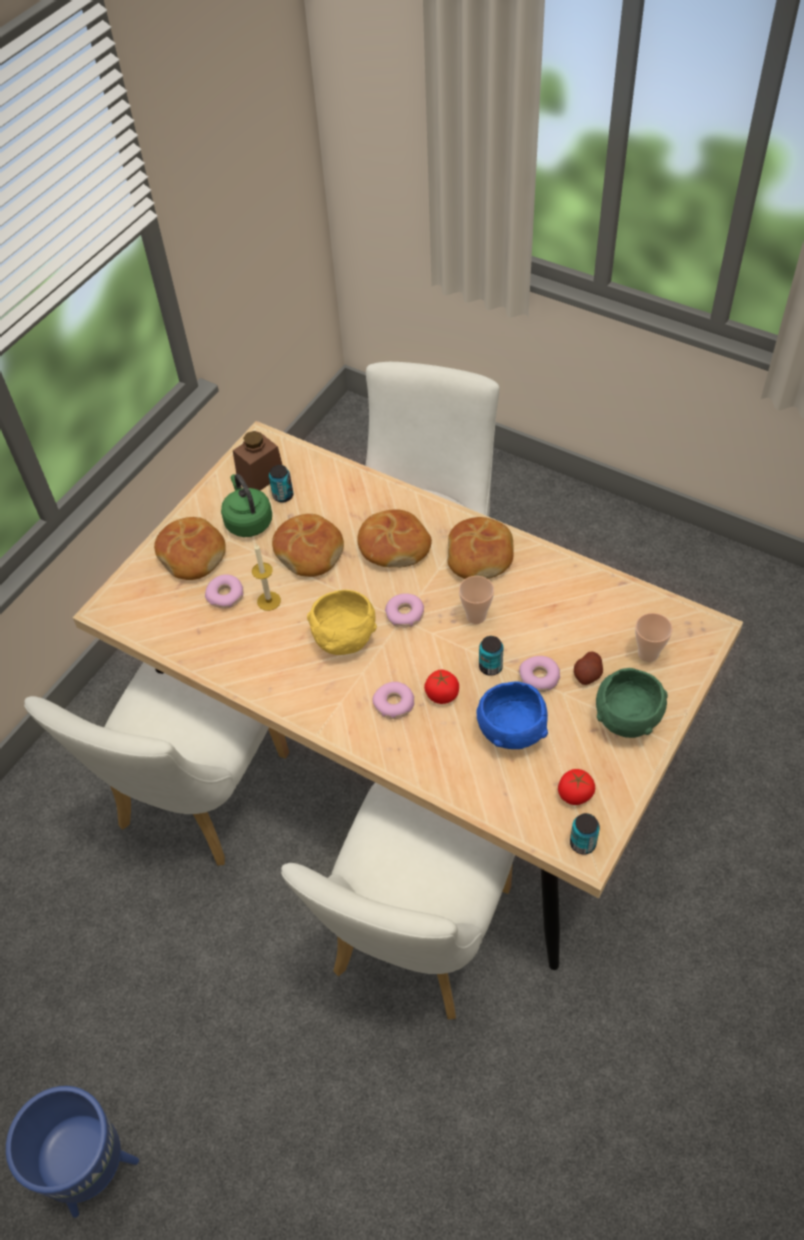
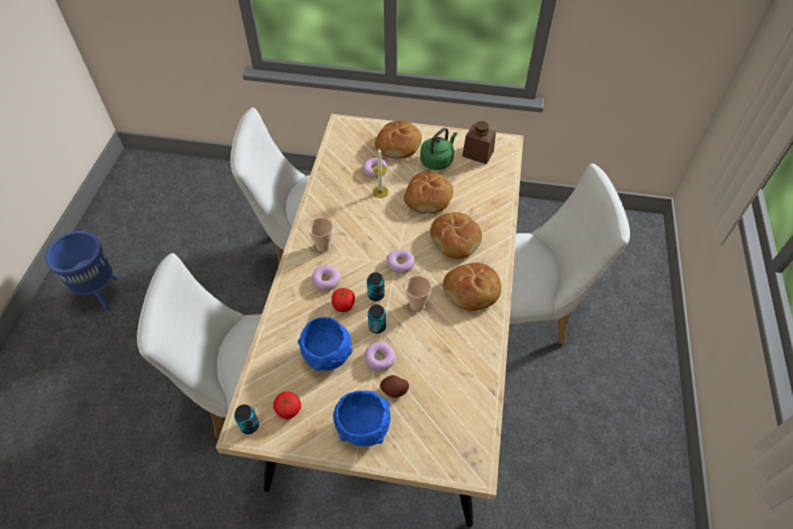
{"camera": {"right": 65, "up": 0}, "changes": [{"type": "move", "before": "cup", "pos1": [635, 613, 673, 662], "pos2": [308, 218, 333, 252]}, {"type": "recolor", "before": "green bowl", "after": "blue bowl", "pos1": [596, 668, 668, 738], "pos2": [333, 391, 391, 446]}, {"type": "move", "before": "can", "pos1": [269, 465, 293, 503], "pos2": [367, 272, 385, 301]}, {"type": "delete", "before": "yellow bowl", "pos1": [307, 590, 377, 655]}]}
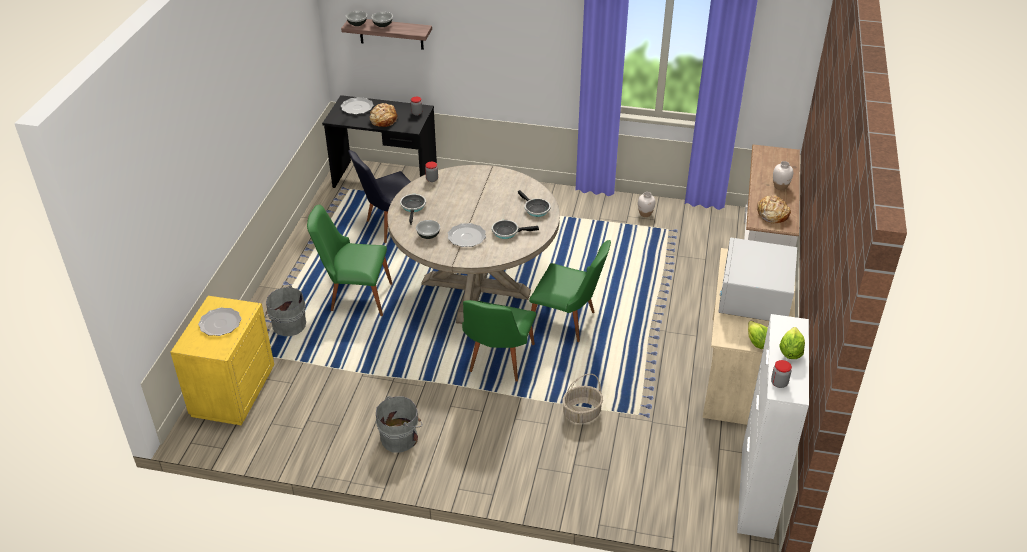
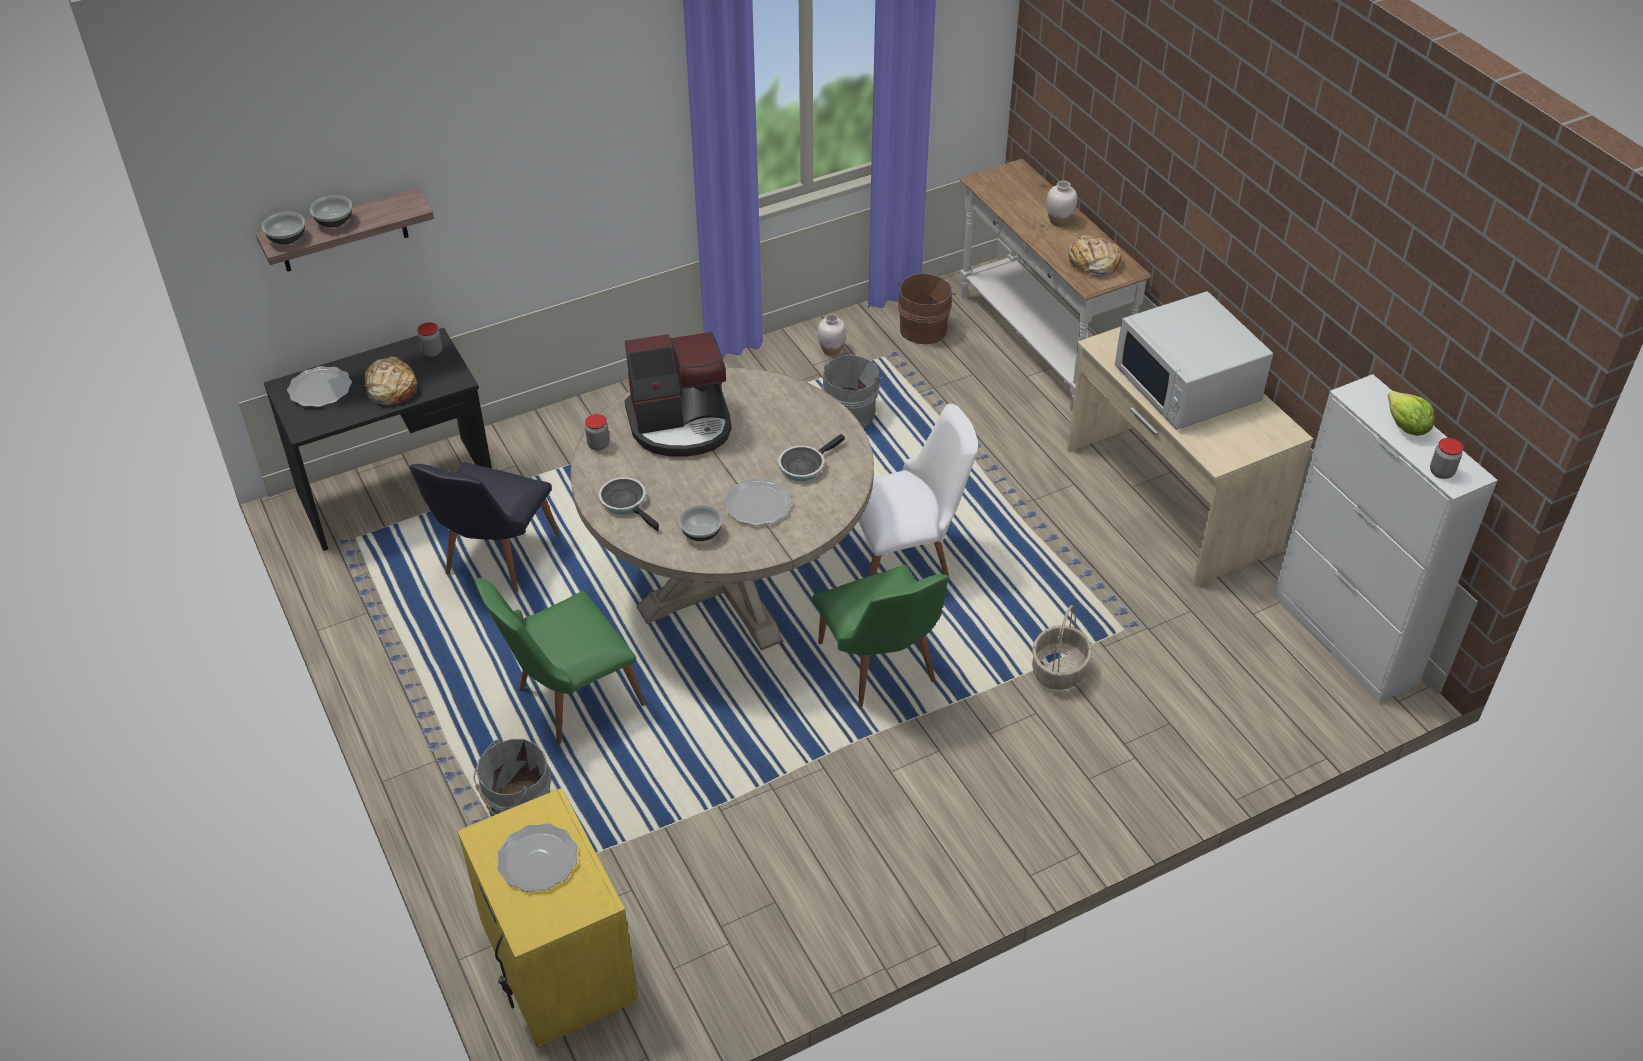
{"camera": {"right": -40, "up": 5}, "changes": [{"type": "insert", "after": "coffee machine", "pos2": [624, 332, 732, 457]}, {"type": "move", "before": "grey bucket", "pos1": [376, 396, 423, 453], "pos2": [822, 355, 884, 428]}, {"type": "recolor", "before": "green chair", "after": "white chair", "pos1": [529, 240, 611, 342], "pos2": [839, 404, 978, 576]}, {"type": "insert", "after": "brown bucket", "pos2": [898, 273, 956, 344]}, {"type": "delete", "before": "frying pan", "pos1": [518, 190, 550, 217]}, {"type": "delete", "before": "lettuce", "pos1": [748, 321, 768, 349]}]}
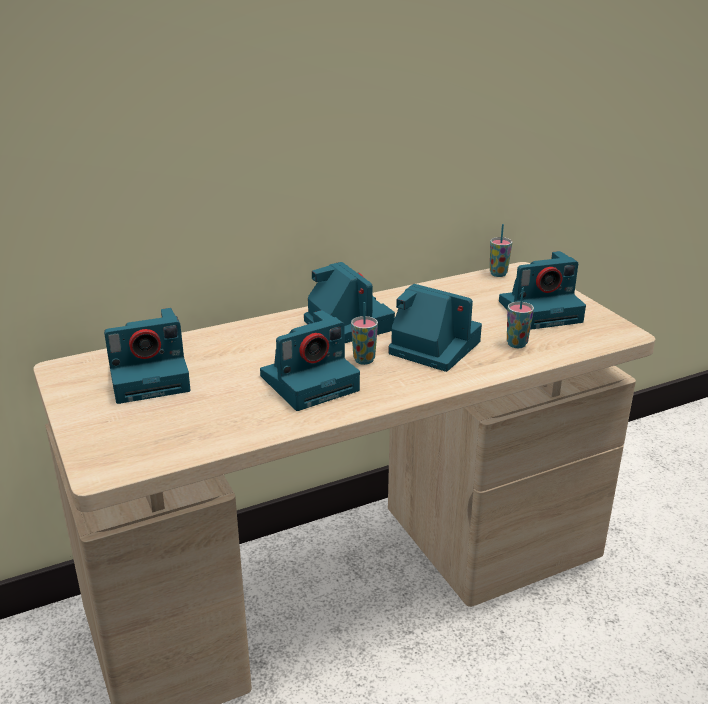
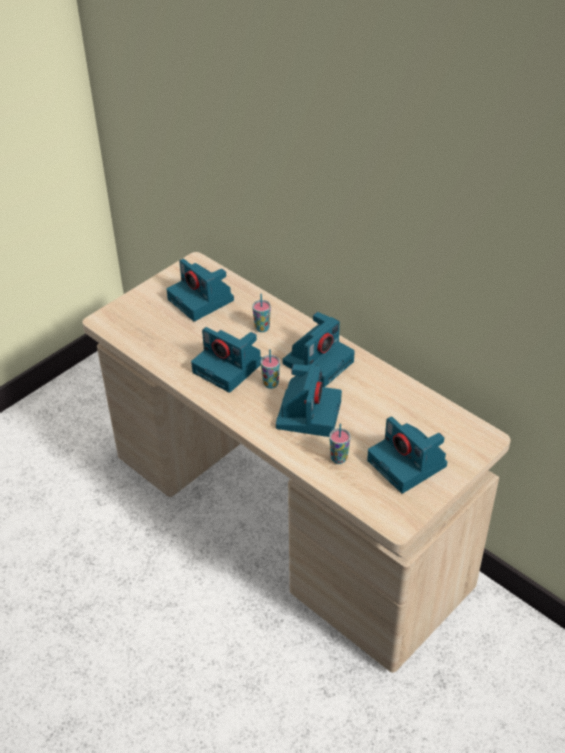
{"camera": {"right": 70, "up": 15}, "changes": [{"type": "move", "before": "cup", "pos1": [490, 224, 512, 277], "pos2": [252, 294, 271, 332]}]}
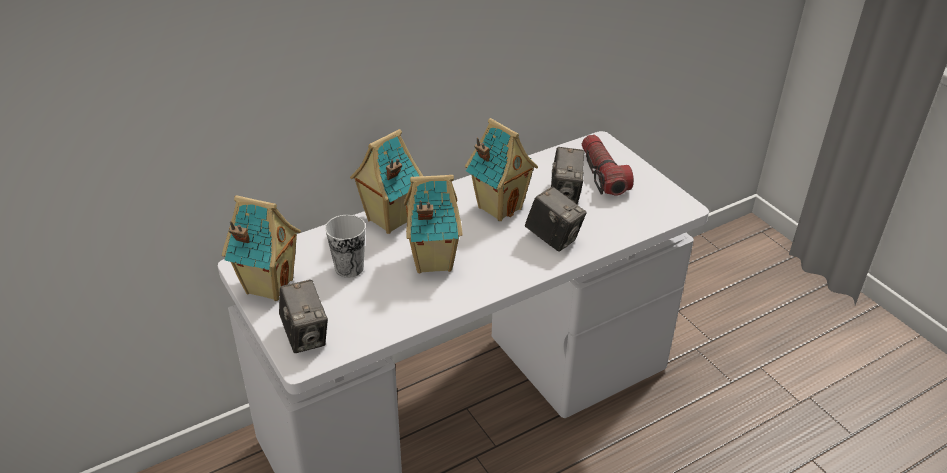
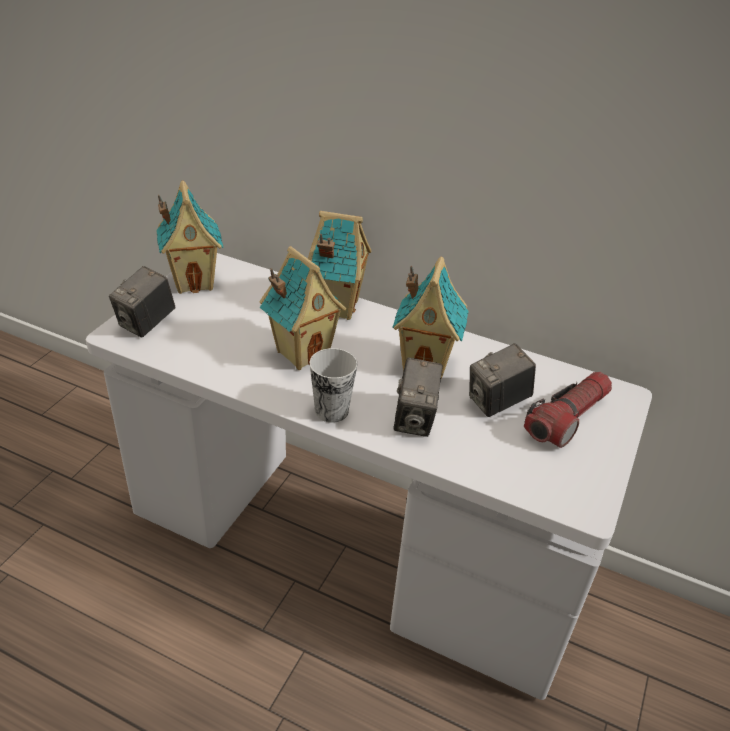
{"camera": {"right": 55, "up": 0}, "changes": [{"type": "move", "before": "cup", "pos1": [325, 215, 365, 278], "pos2": [310, 348, 357, 423]}]}
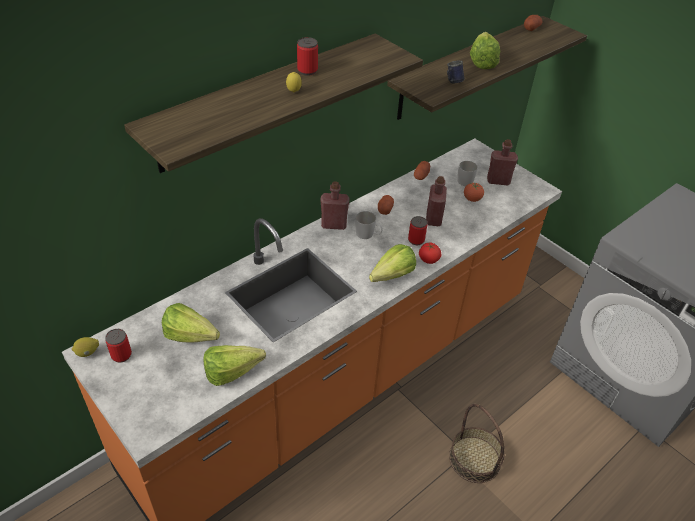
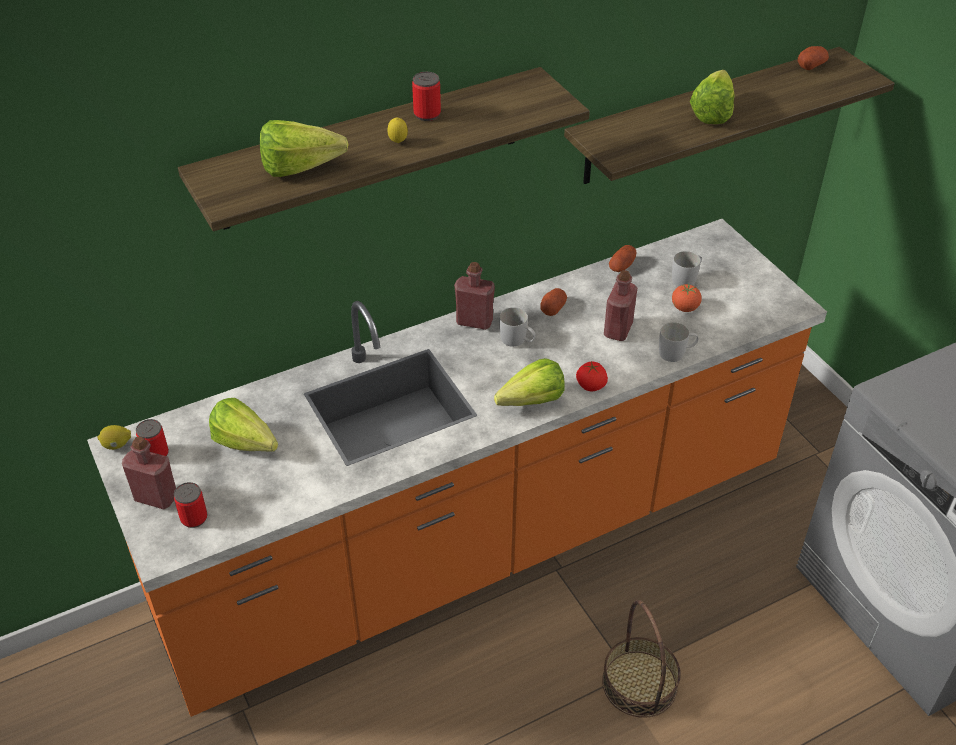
{"camera": {"right": 15, "up": 0}, "changes": [{"type": "move", "before": "red bottle", "pos1": [487, 139, 518, 185], "pos2": [122, 436, 176, 509]}, {"type": "move", "before": "can", "pos1": [408, 216, 427, 245], "pos2": [174, 482, 207, 528]}, {"type": "move", "before": "lettuce", "pos1": [203, 345, 266, 386], "pos2": [260, 120, 349, 177]}, {"type": "insert", "after": "white mug", "pos2": [659, 322, 698, 362]}, {"type": "delete", "before": "blue mug", "pos1": [447, 61, 465, 83]}]}
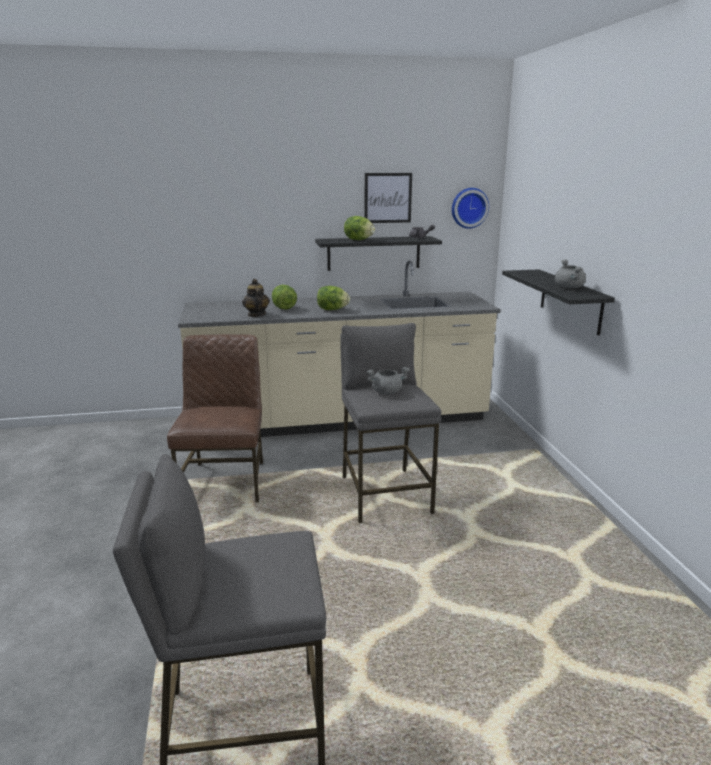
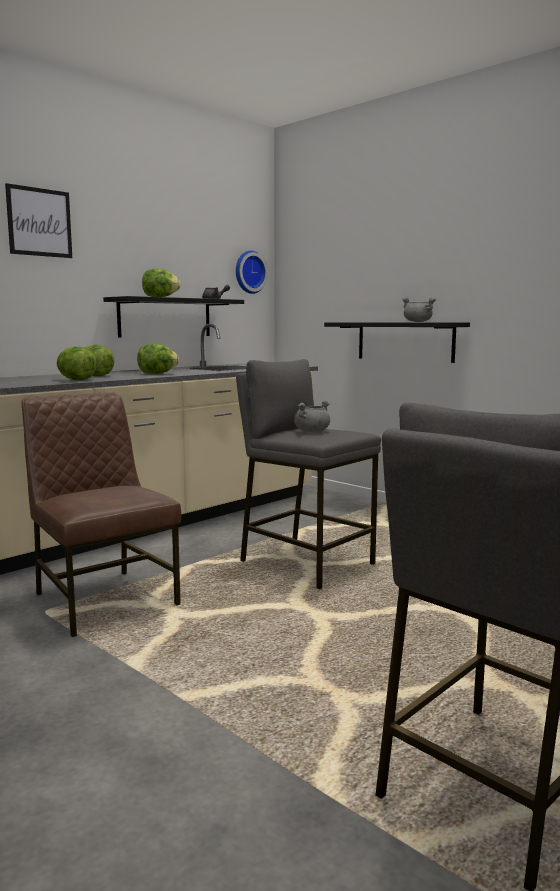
{"camera": {"right": -35, "up": -10}, "changes": [{"type": "move", "before": "picture", "pos1": [364, 173, 412, 223], "pos2": [5, 183, 72, 258]}, {"type": "replace", "before": "teapot", "after": "lettuce", "pos1": [242, 279, 270, 317], "pos2": [56, 346, 97, 381]}]}
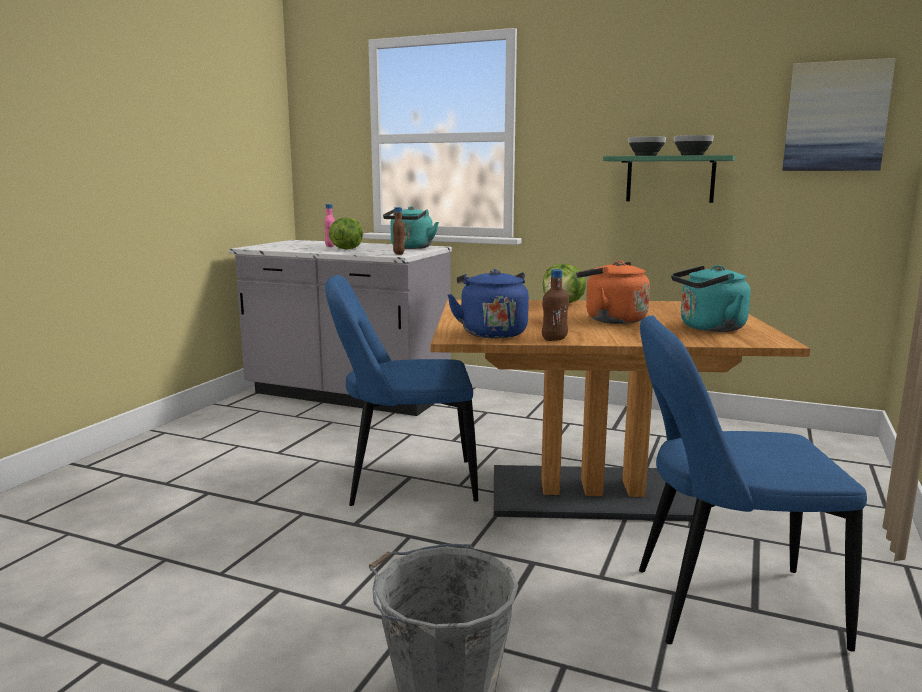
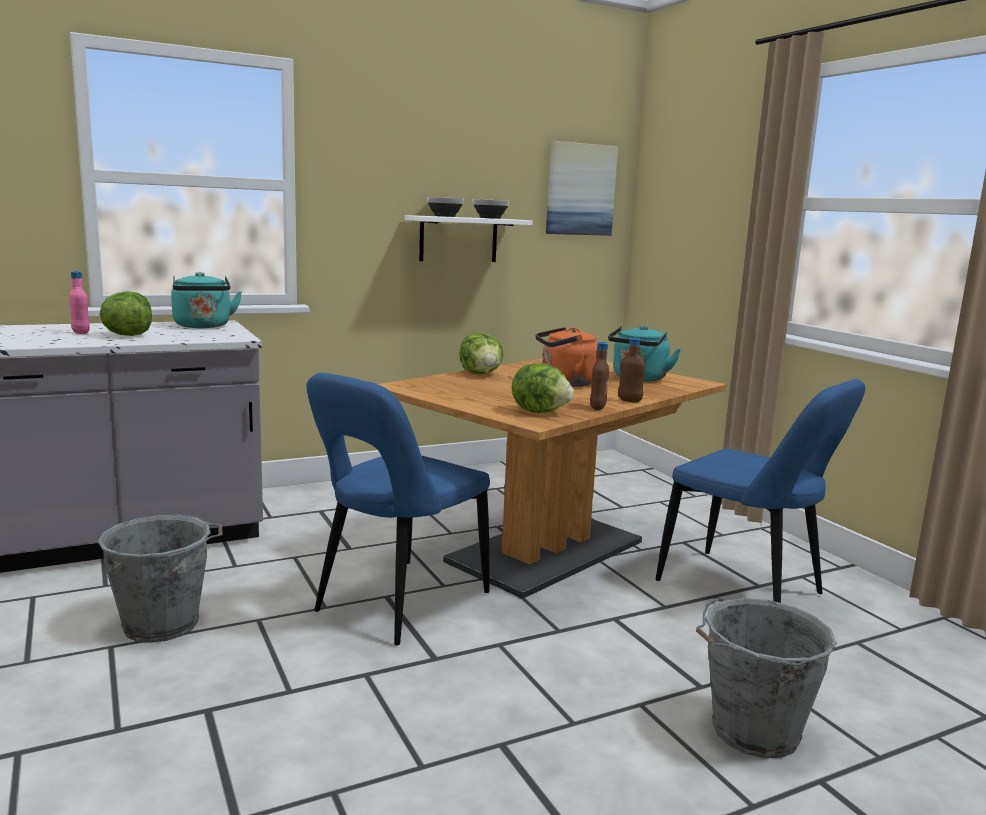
{"camera": {"right": -50, "up": 0}, "changes": [{"type": "insert", "after": "grey bucket", "pos2": [98, 513, 223, 643]}, {"type": "recolor", "before": "green shelf", "after": "white shelf", "pos1": [603, 155, 735, 203], "pos2": [404, 215, 533, 262]}, {"type": "replace", "before": "blue kettle", "after": "lettuce", "pos1": [447, 269, 529, 338], "pos2": [512, 363, 574, 413]}, {"type": "move", "before": "brown bottle", "pos1": [393, 207, 405, 255], "pos2": [618, 338, 646, 403]}, {"type": "rotate", "before": "blue chair", "pos1": [639, 315, 867, 652], "pos2": [656, 379, 865, 603], "turn": -90}]}
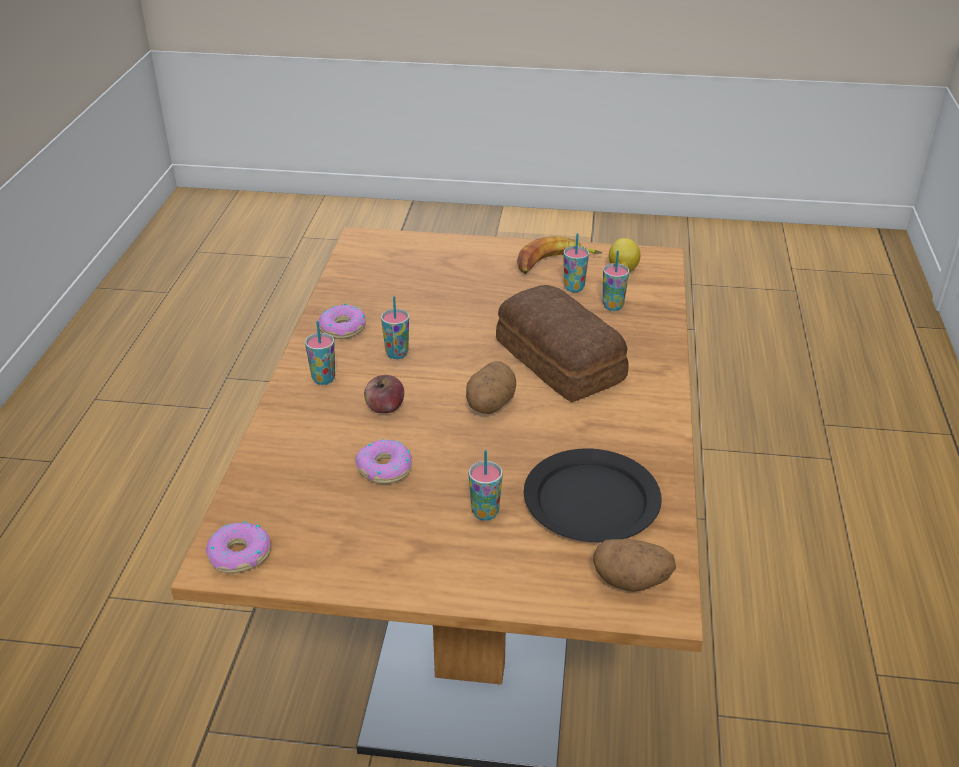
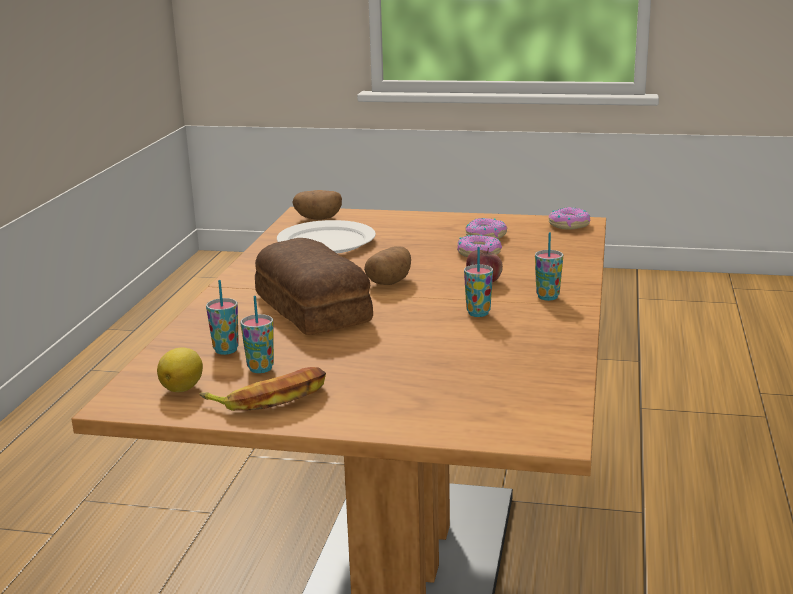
{"camera": {"right": -175, "up": -15}, "changes": [{"type": "recolor", "before": "black plate", "after": "white plate", "pos1": [524, 448, 662, 542], "pos2": [277, 220, 376, 254]}, {"type": "move", "before": "donut", "pos1": [318, 304, 366, 339], "pos2": [466, 218, 508, 239]}, {"type": "delete", "before": "cup", "pos1": [469, 450, 503, 521]}]}
